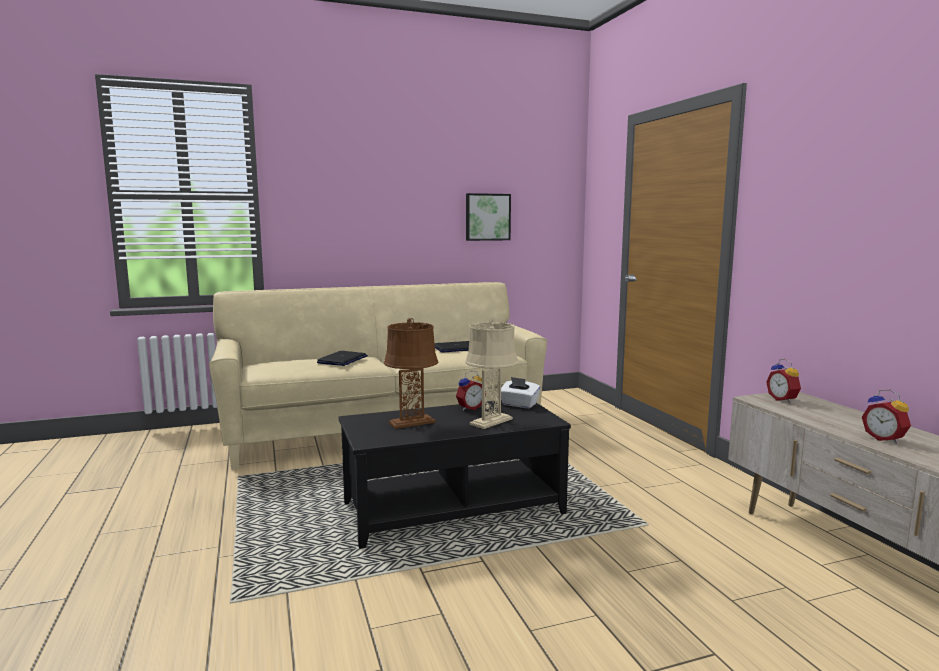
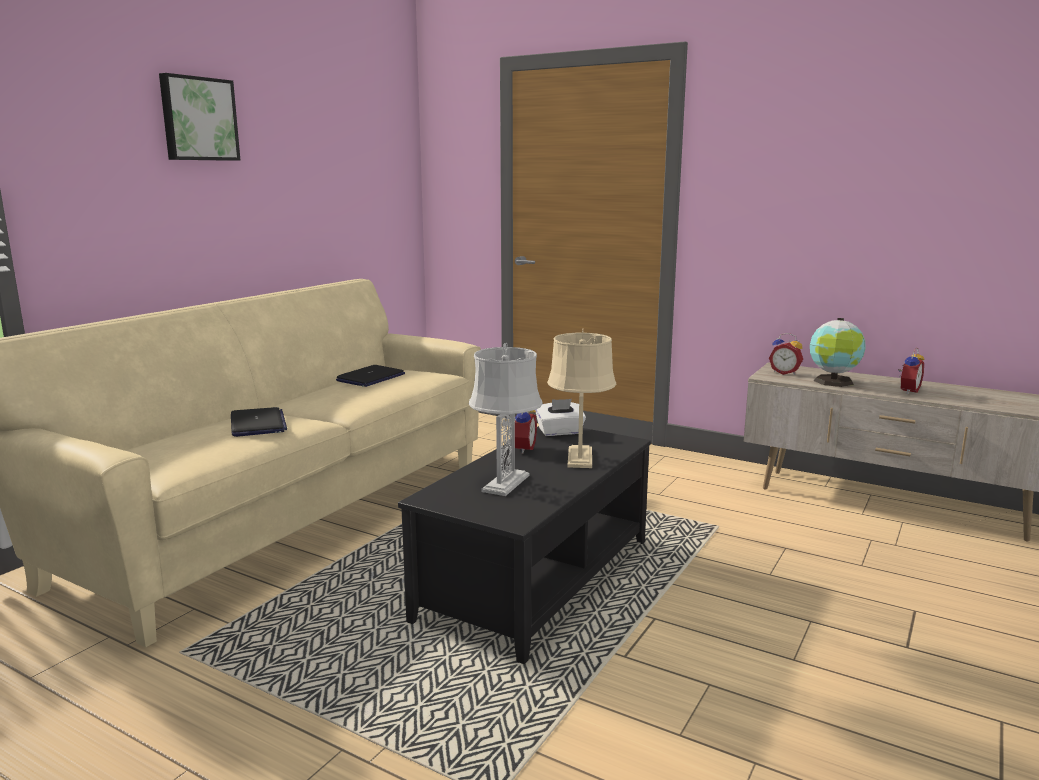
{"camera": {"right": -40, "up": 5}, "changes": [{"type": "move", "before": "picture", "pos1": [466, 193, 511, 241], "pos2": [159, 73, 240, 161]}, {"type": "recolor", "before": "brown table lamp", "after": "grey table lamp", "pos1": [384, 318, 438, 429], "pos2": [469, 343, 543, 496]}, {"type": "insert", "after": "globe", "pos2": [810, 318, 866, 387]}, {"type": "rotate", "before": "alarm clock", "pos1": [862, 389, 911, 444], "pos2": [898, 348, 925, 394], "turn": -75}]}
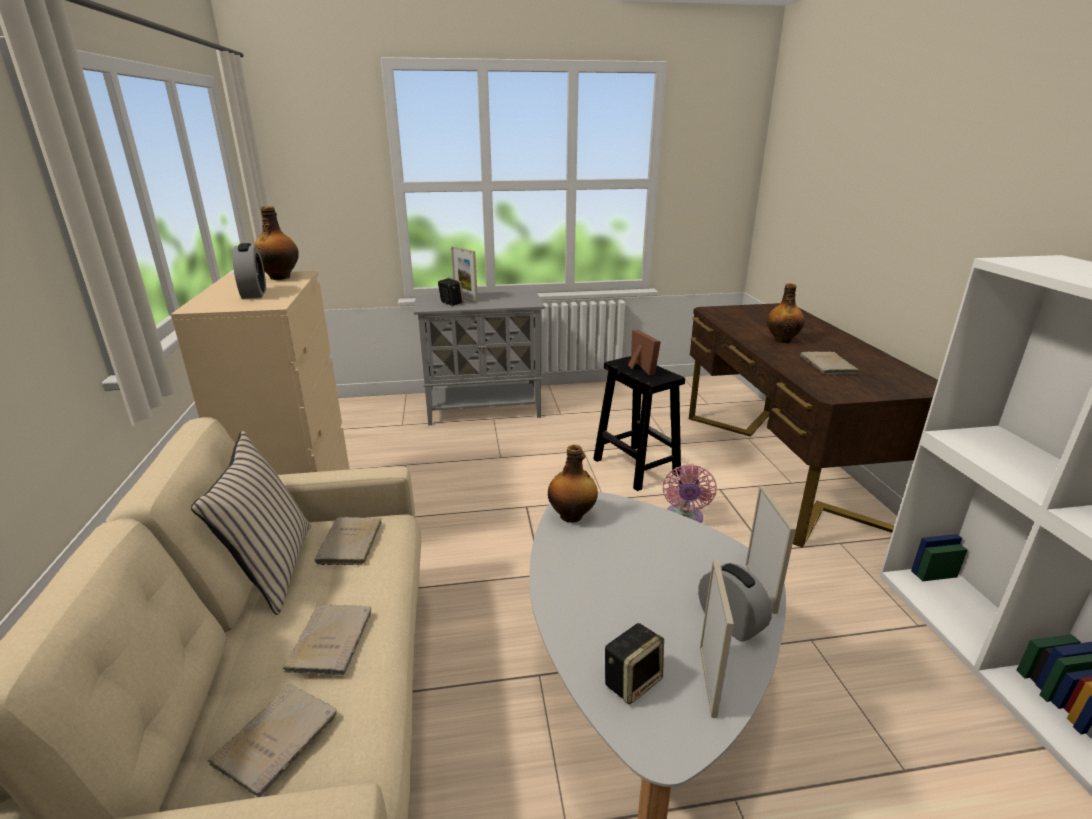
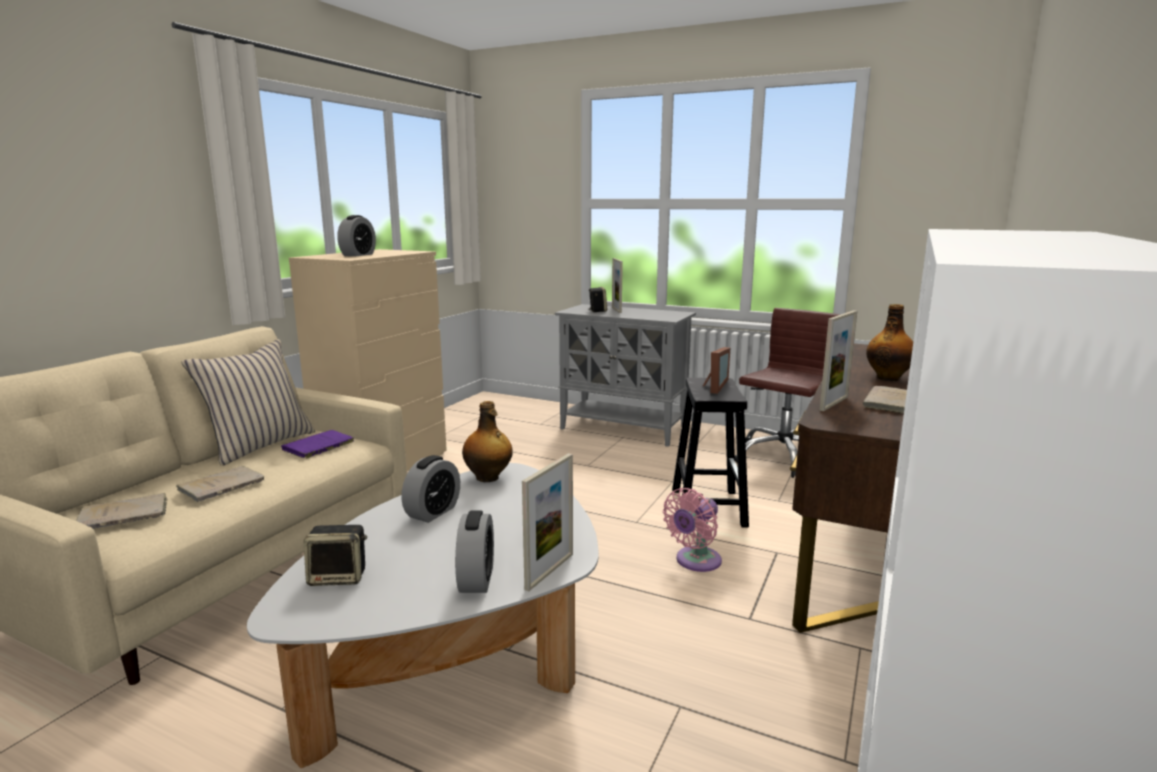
{"camera": {"right": 35, "up": -10}, "changes": [{"type": "recolor", "before": "beige book", "after": "purple book", "pos1": [314, 517, 382, 565], "pos2": [281, 430, 354, 459]}, {"type": "insert", "after": "alarm clock", "pos2": [401, 455, 460, 523]}, {"type": "insert", "after": "brown office chair", "pos2": [735, 308, 841, 478]}, {"type": "move", "before": "picture frame", "pos1": [700, 559, 734, 718], "pos2": [819, 310, 857, 411]}, {"type": "delete", "before": "bottle", "pos1": [254, 206, 299, 280]}]}
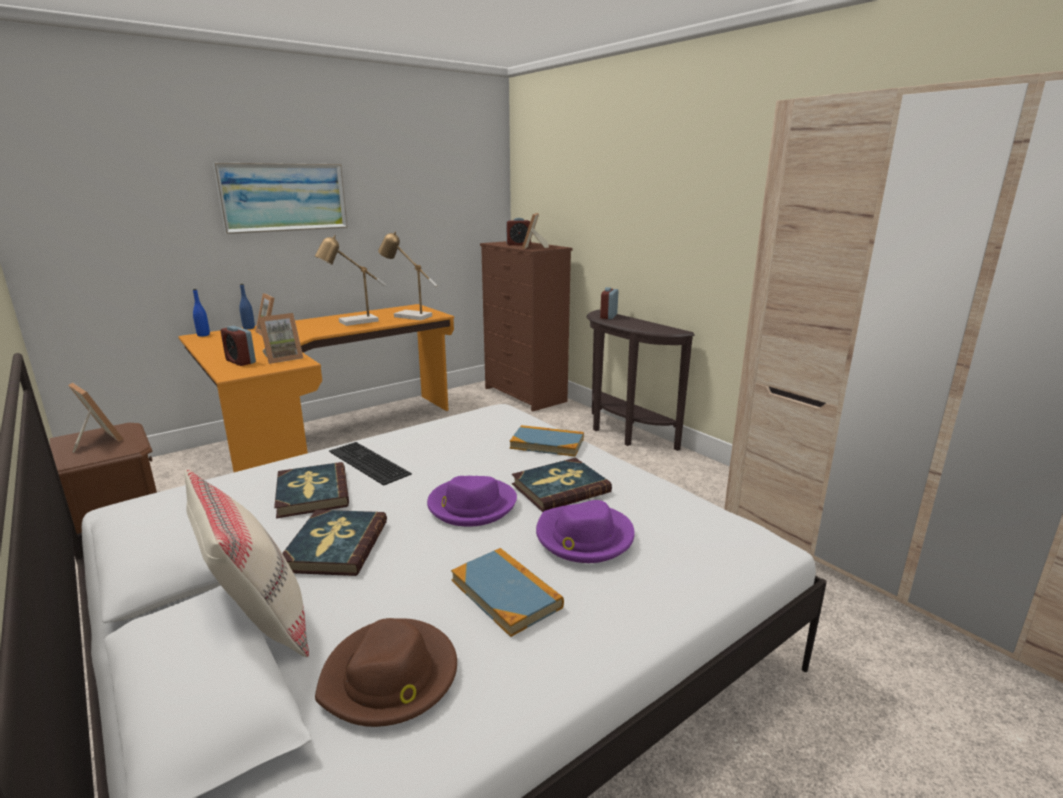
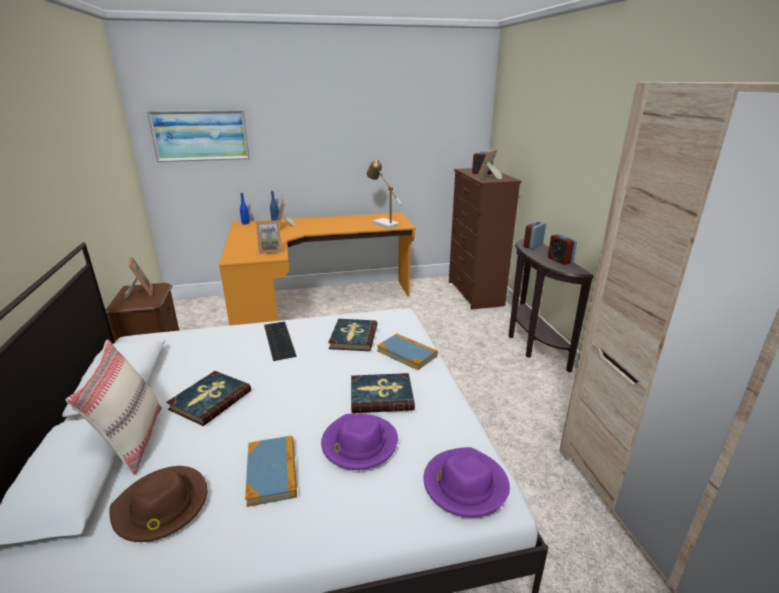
{"camera": {"right": 25, "up": 5}, "changes": [{"type": "move", "before": "picture", "pos1": [213, 163, 348, 234], "pos2": [147, 110, 250, 162]}, {"type": "move", "before": "book", "pos1": [274, 462, 349, 518], "pos2": [328, 319, 378, 351]}, {"type": "move", "before": "purple hat", "pos1": [427, 476, 517, 527], "pos2": [424, 447, 510, 517]}, {"type": "move", "before": "alarm clock", "pos1": [221, 326, 256, 366], "pos2": [548, 234, 577, 265]}, {"type": "delete", "before": "table lamp", "pos1": [315, 235, 386, 326]}]}
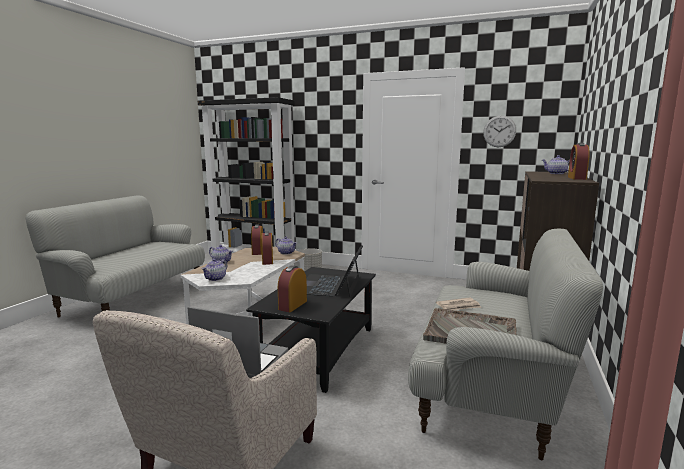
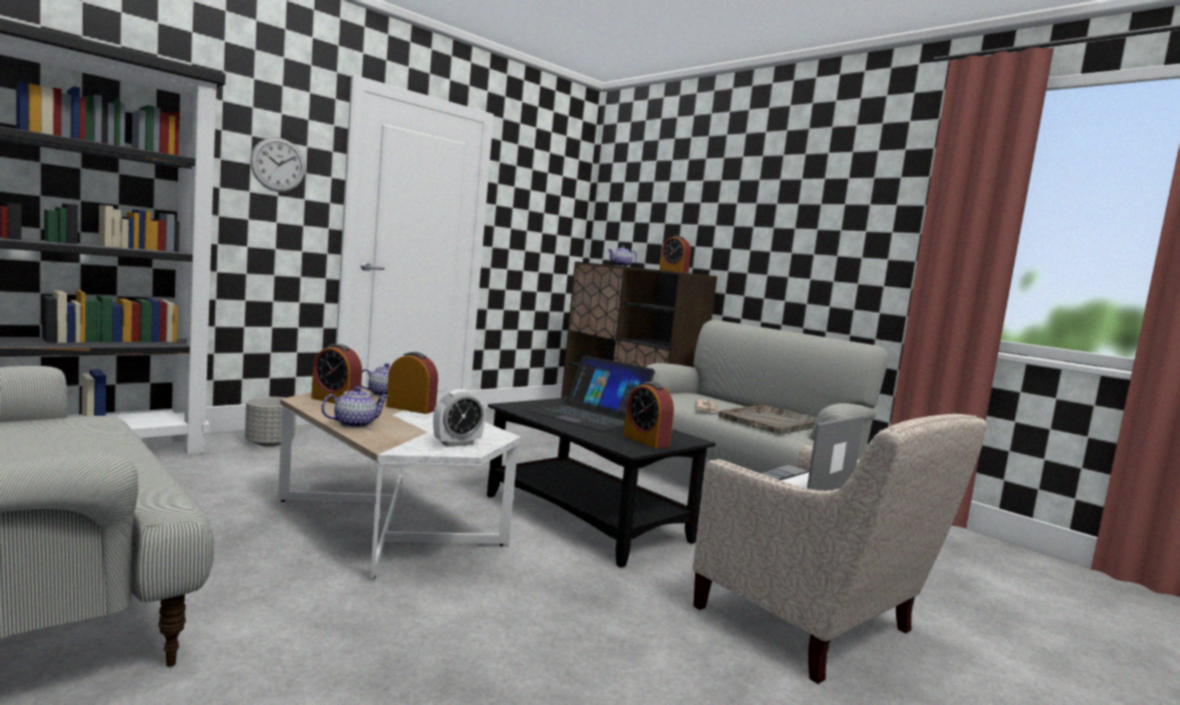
{"camera": {"right": -65, "up": -5}, "changes": [{"type": "move", "before": "wall clock", "pos1": [483, 116, 516, 147], "pos2": [250, 137, 305, 192]}, {"type": "replace", "before": "teapot", "after": "alarm clock", "pos1": [201, 259, 227, 281], "pos2": [433, 389, 485, 447]}]}
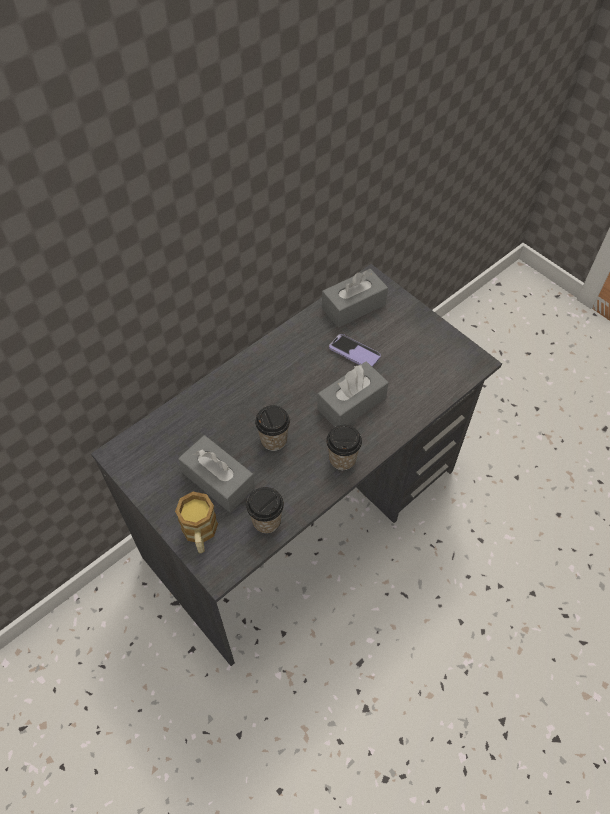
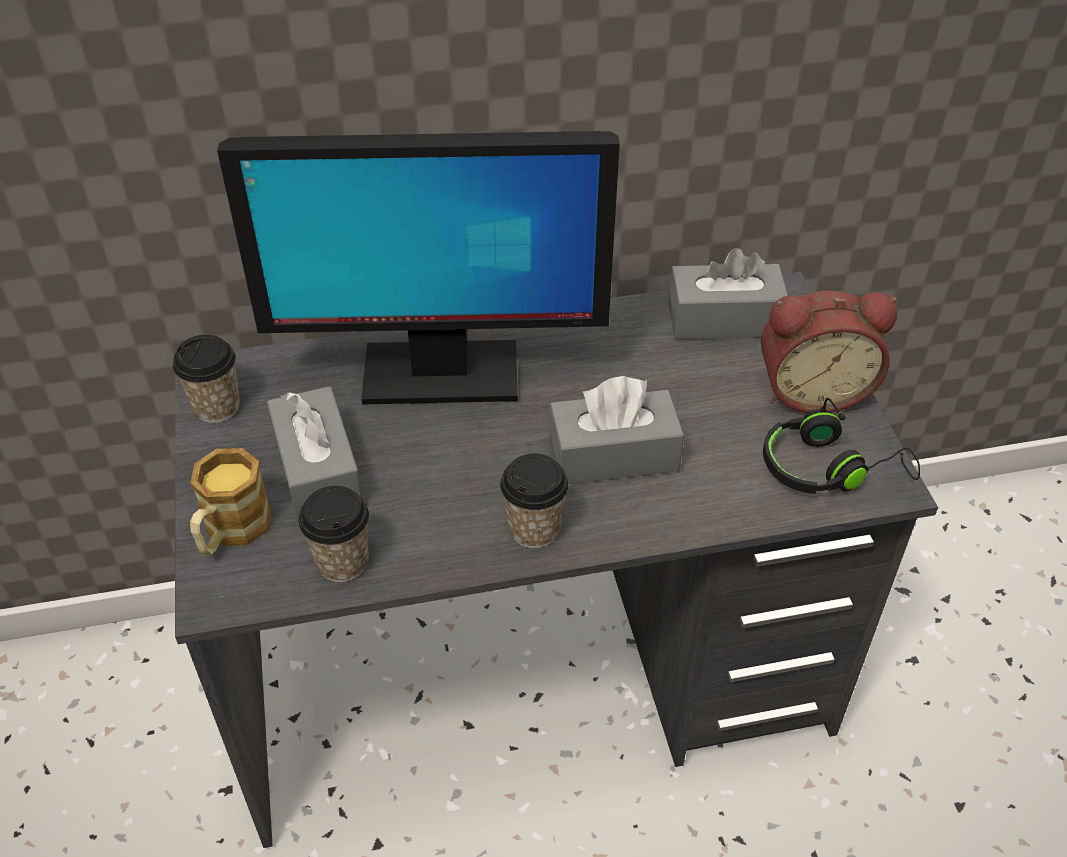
{"camera": {"right": 30, "up": -10}, "changes": [{"type": "move", "before": "cup", "pos1": [255, 405, 290, 451], "pos2": [173, 335, 240, 423]}, {"type": "insert", "after": "monitor", "pos2": [217, 131, 620, 404]}, {"type": "insert", "after": "alarm clock", "pos2": [761, 291, 898, 413]}, {"type": "insert", "after": "black headphones", "pos2": [763, 398, 920, 494]}, {"type": "delete", "before": "phone", "pos1": [329, 334, 381, 367]}]}
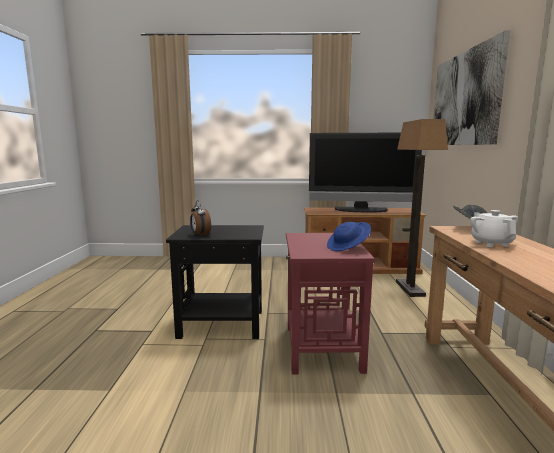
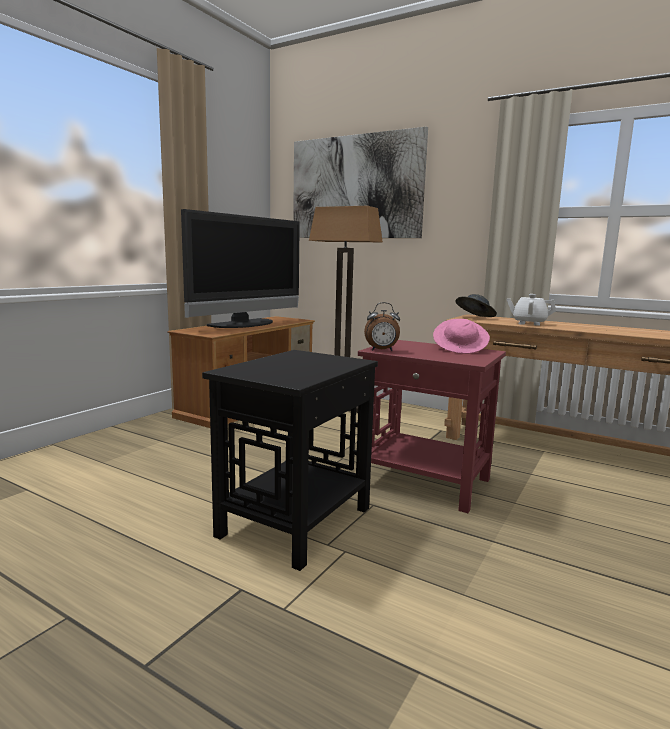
{"camera": {"right": -60, "up": 0}, "changes": [{"type": "move", "before": "alarm clock", "pos1": [190, 200, 211, 236], "pos2": [364, 302, 400, 351]}, {"type": "recolor", "before": "blue hat", "after": "pink hat", "pos1": [327, 222, 371, 251], "pos2": [433, 319, 490, 354]}]}
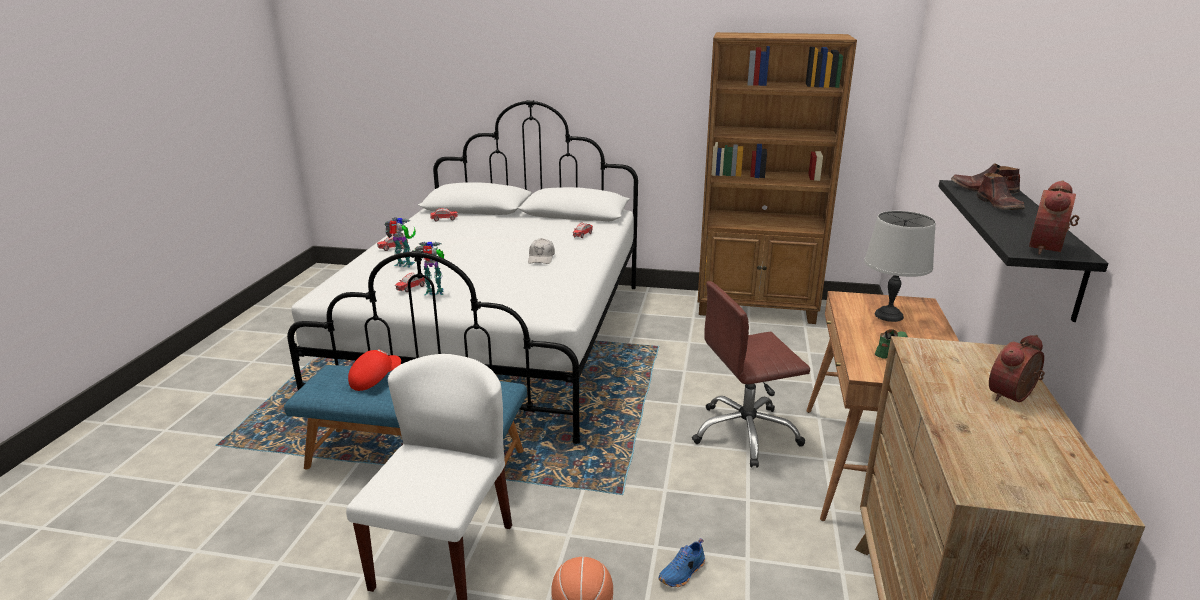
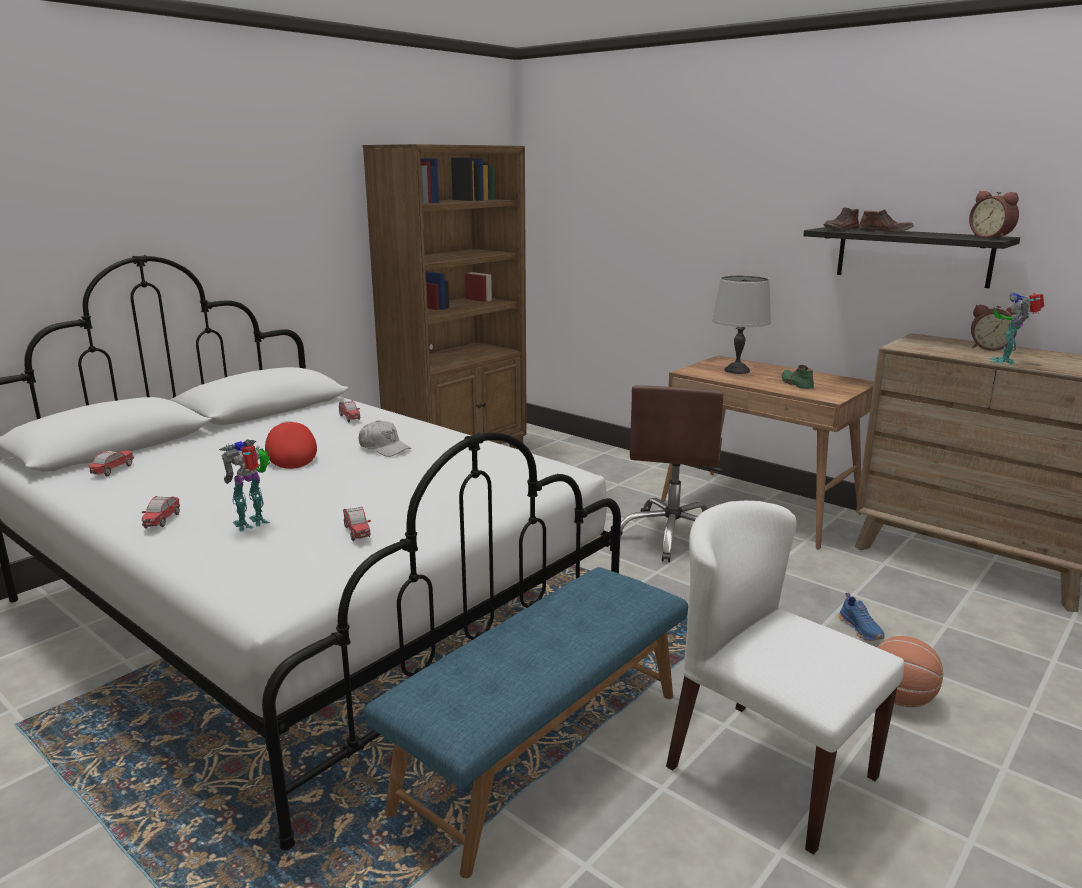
{"camera": {"right": -60, "up": -5}, "changes": [{"type": "move", "before": "red cap", "pos1": [348, 349, 401, 391], "pos2": [265, 421, 317, 469]}, {"type": "rotate", "before": "alarm clock", "pos1": [989, 335, 1045, 402], "pos2": [971, 305, 1017, 351], "turn": -60}, {"type": "move", "before": "toy robot", "pos1": [415, 241, 444, 295], "pos2": [989, 292, 1044, 365]}]}
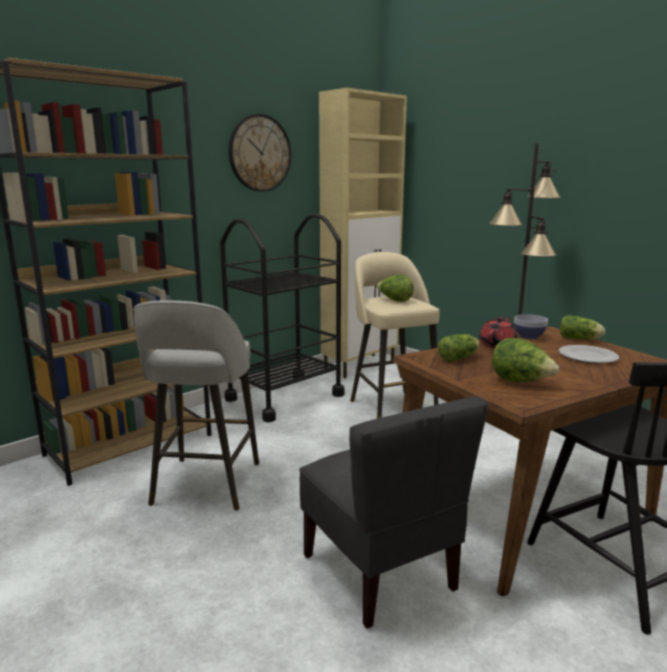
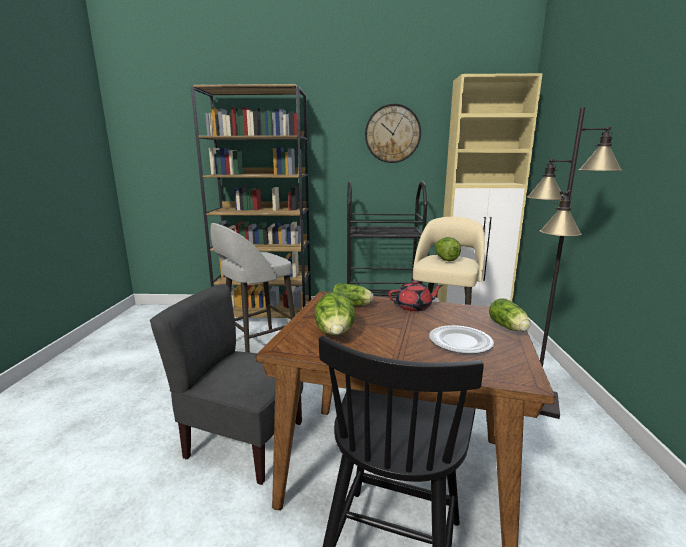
{"camera": {"right": 45, "up": 0}, "changes": [{"type": "rotate", "before": "grey chair", "pos1": [299, 397, 489, 629], "pos2": [150, 284, 303, 485], "turn": 90}, {"type": "delete", "before": "bowl", "pos1": [514, 314, 548, 339]}]}
